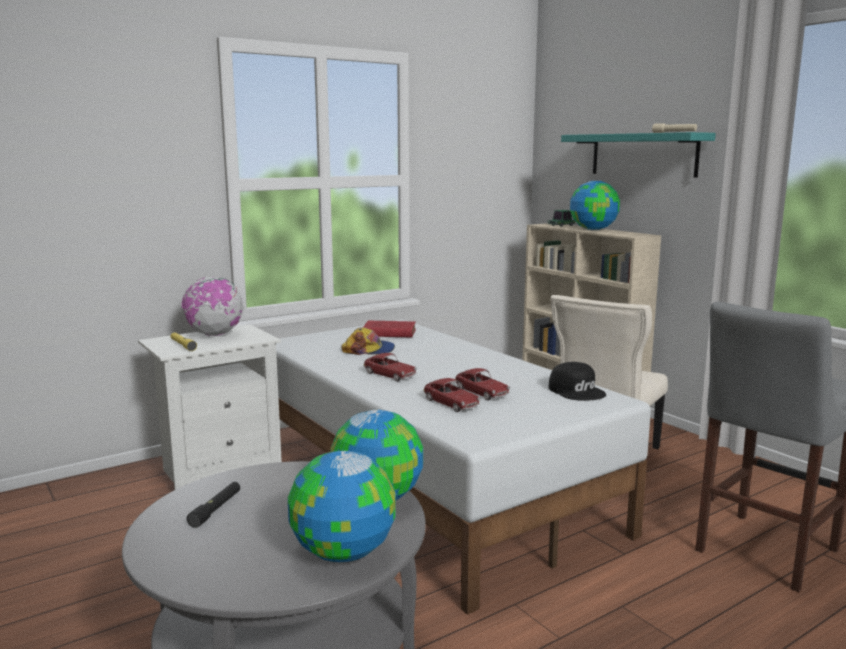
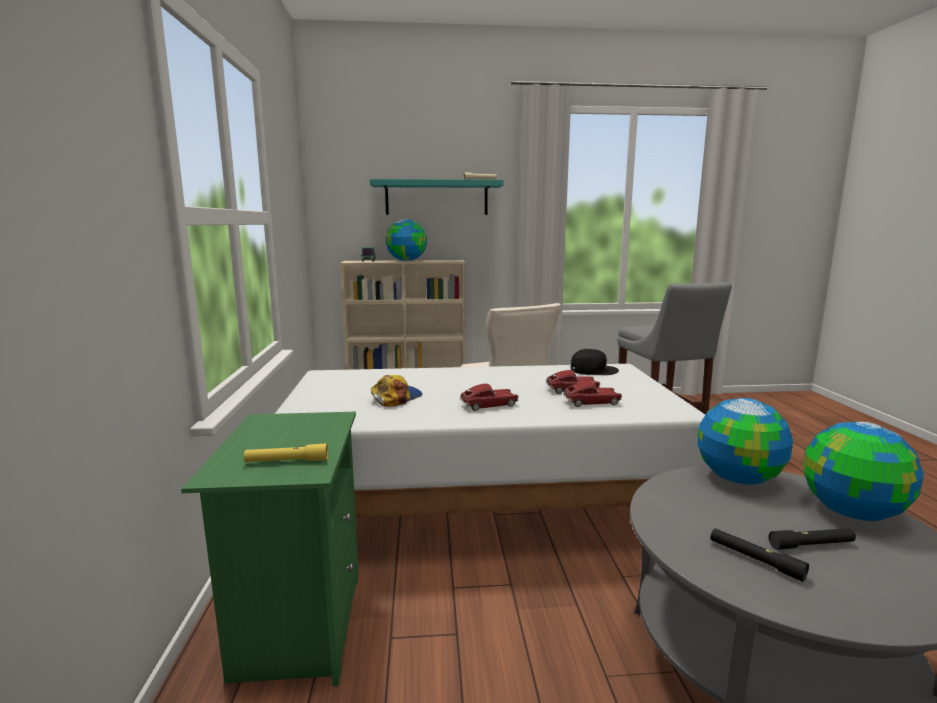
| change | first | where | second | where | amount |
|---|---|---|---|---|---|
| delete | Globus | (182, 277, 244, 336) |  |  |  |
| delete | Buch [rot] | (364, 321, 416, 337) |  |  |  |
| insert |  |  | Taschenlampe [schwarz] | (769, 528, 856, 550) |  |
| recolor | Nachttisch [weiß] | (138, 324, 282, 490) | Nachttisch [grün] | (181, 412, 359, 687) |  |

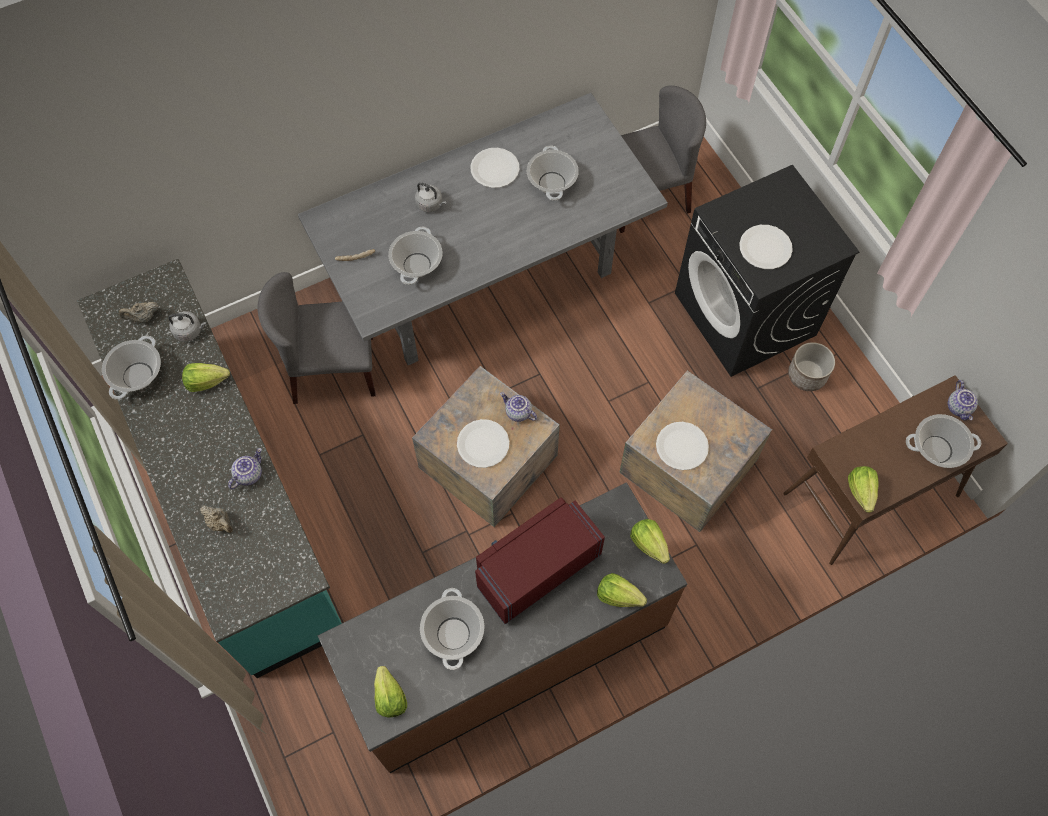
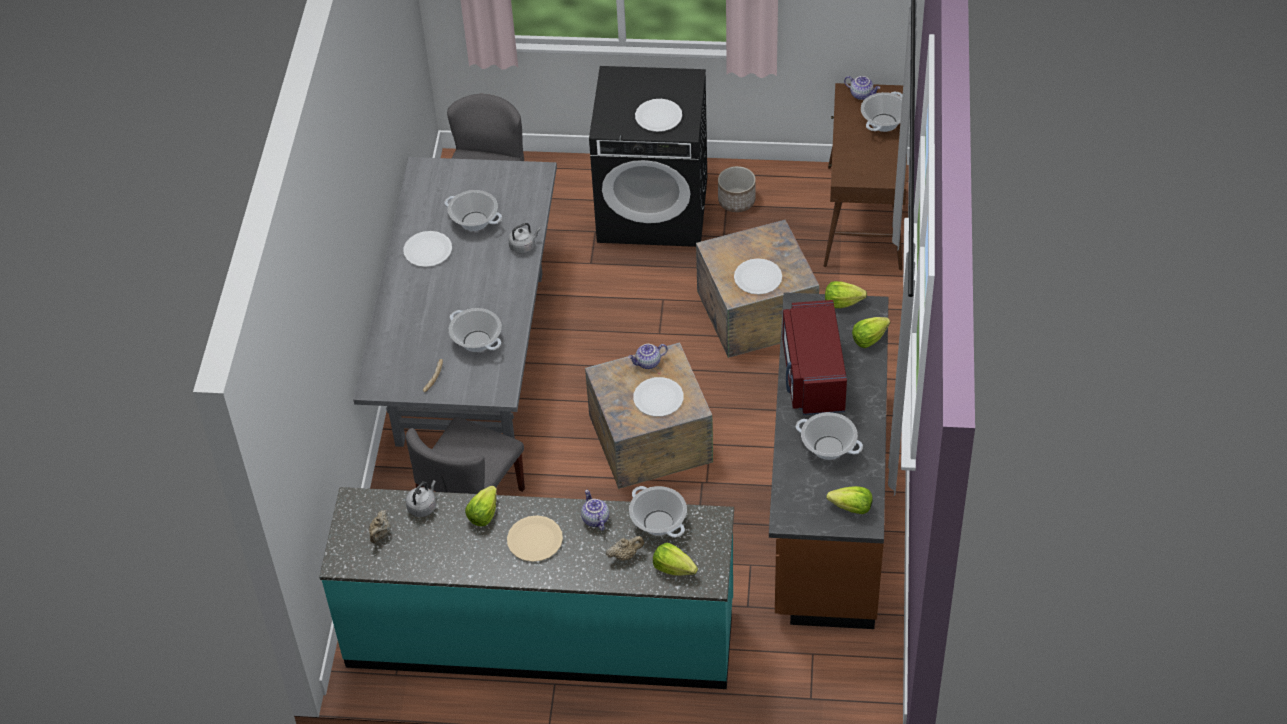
| change | first | where | second | where | amount |
|---|---|---|---|---|---|
| insert |  |  | Teller [beige] | (507, 515, 563, 562) |  |
| move | Kochtopf | (102, 336, 161, 400) |  | (629, 486, 687, 538) |  |
| move | Wasserkessel [grau] | (415, 182, 446, 212) |  | (508, 223, 541, 254) |  |
| move | Salatkopf | (848, 466, 879, 513) |  | (653, 543, 698, 576) |  |

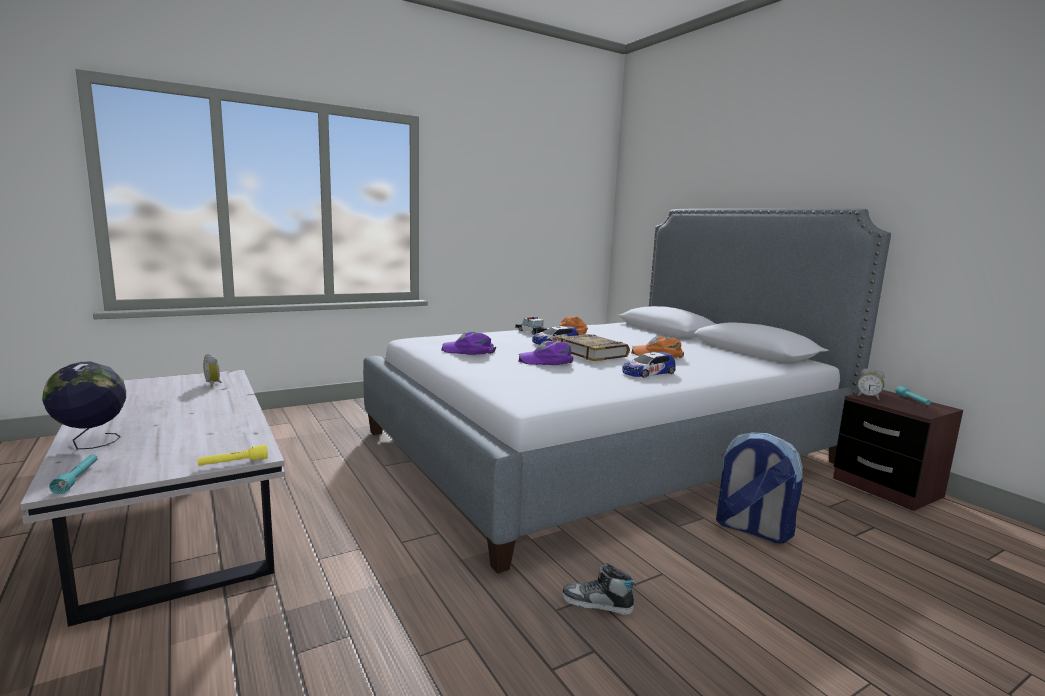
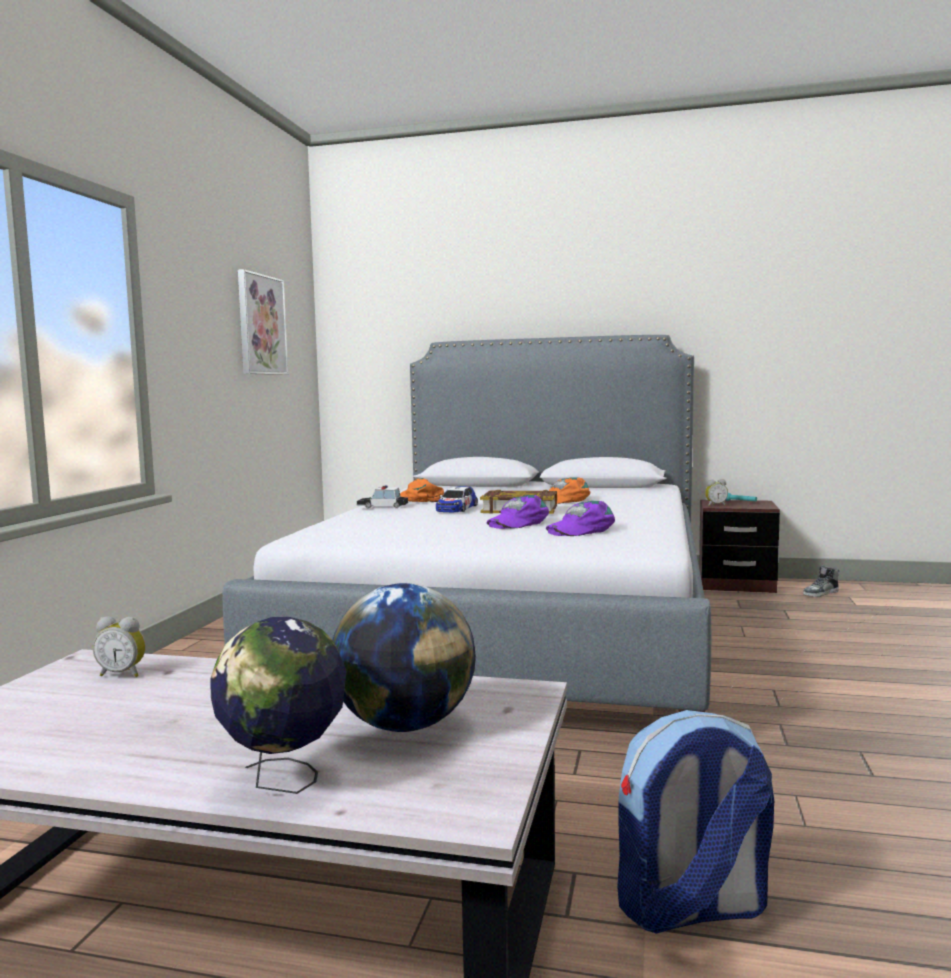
| change | first | where | second | where | amount |
|---|---|---|---|---|---|
| delete | Taschenlampe [türkis] | (49, 454, 98, 494) |  |  |  |
| delete | Taschenlampe [gelb] | (198, 444, 268, 466) |  |  |  |
| delete | Spielzeugauto | (622, 352, 676, 378) |  |  |  |
| insert |  |  | Bild | (238, 269, 288, 375) |  |
| insert |  |  | Globus | (332, 583, 476, 732) |  |
| move | Kappe [lila] | (441, 332, 496, 355) |  | (546, 501, 615, 536) |  |
| move | Schuh | (562, 563, 637, 615) |  | (803, 566, 840, 597) |  |
| move | Rucksack | (716, 432, 803, 544) |  | (617, 710, 774, 933) |  |

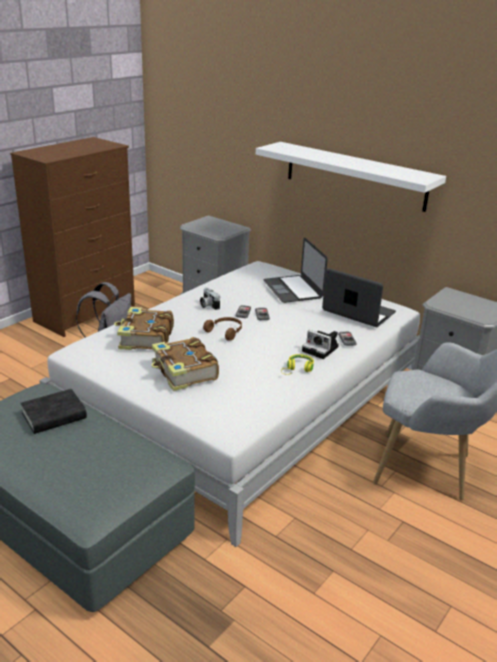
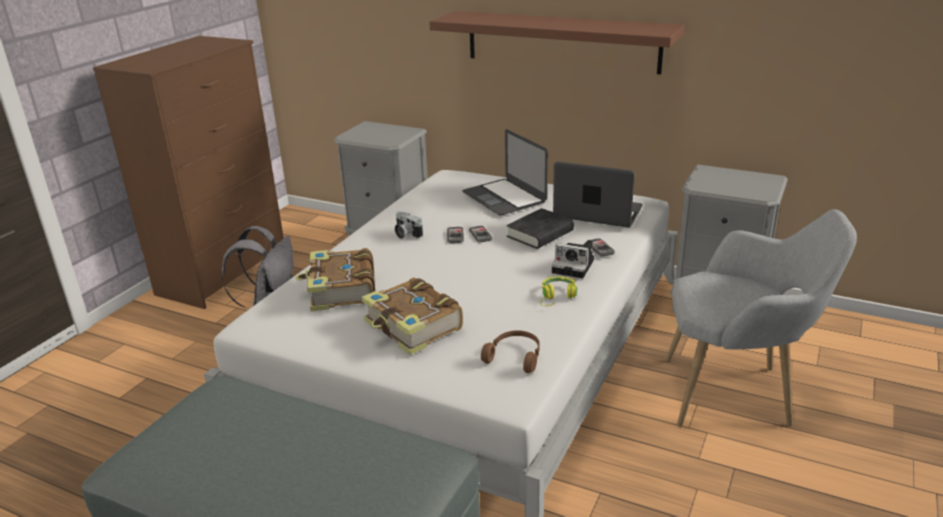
| change | first | where | second | where | amount |
|---|---|---|---|---|---|
| move | Buch [schwarz] | (20, 389, 87, 434) |  | (506, 208, 574, 249) |  |
| move | Kopfhörer [braun] | (203, 317, 242, 341) |  | (481, 330, 540, 373) |  |
| recolor | Wandregal [weiß] | (256, 142, 446, 212) | Wandregal [braun] | (429, 11, 685, 75) |  |

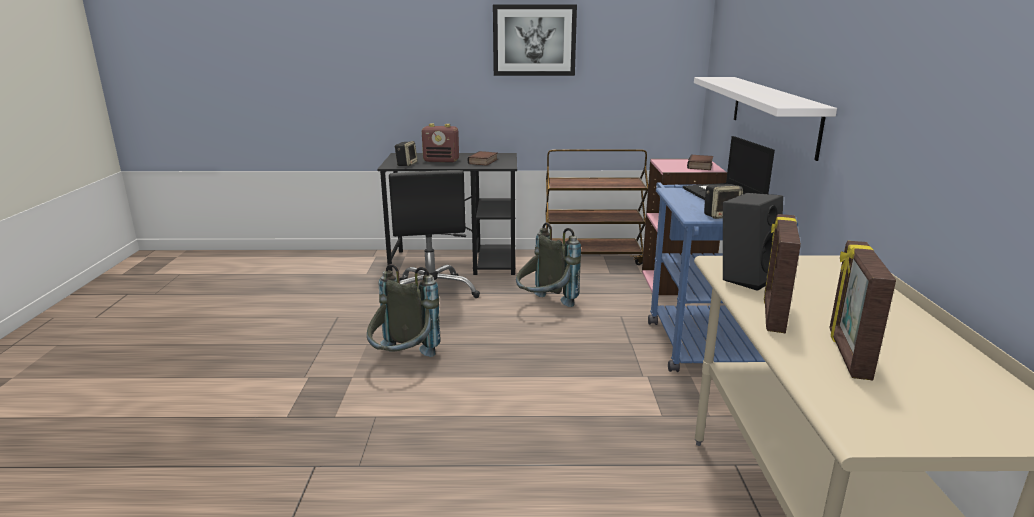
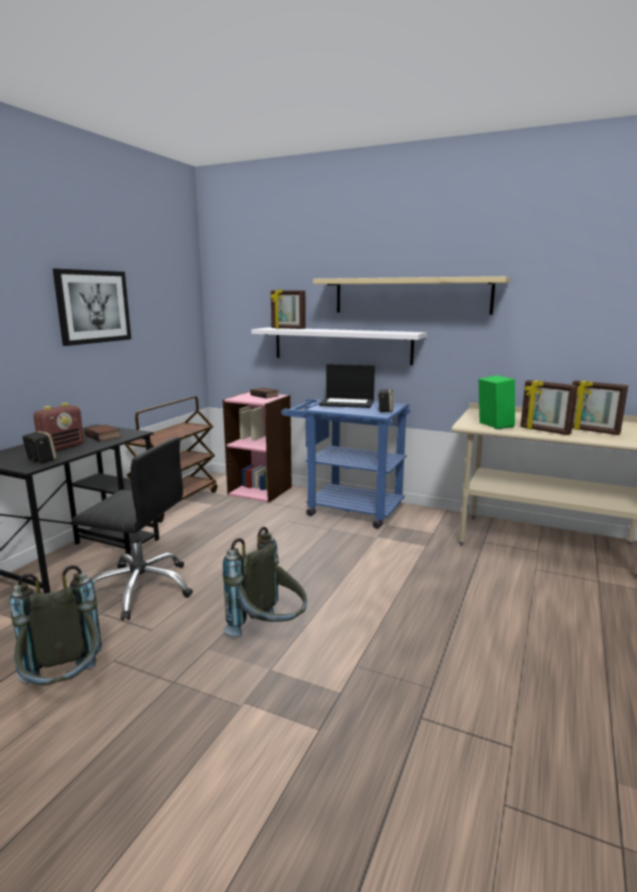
| change | first | where | second | where | amount |
|---|---|---|---|---|---|
| insert |  |  | Bilderrahmen | (270, 289, 306, 329) |  |
| insert |  |  | Wandregal [beige] | (313, 276, 510, 315) |  |
| move | Rucksack [grau] | (516, 222, 581, 307) |  | (9, 565, 102, 685) |  |
| recolor | Lautsprecher [schwarz] | (723, 193, 783, 291) | Lautsprecher [grün] | (479, 375, 515, 429) |  |

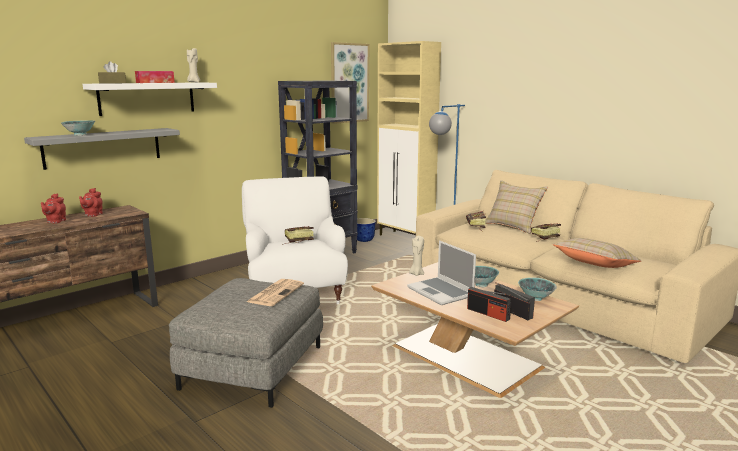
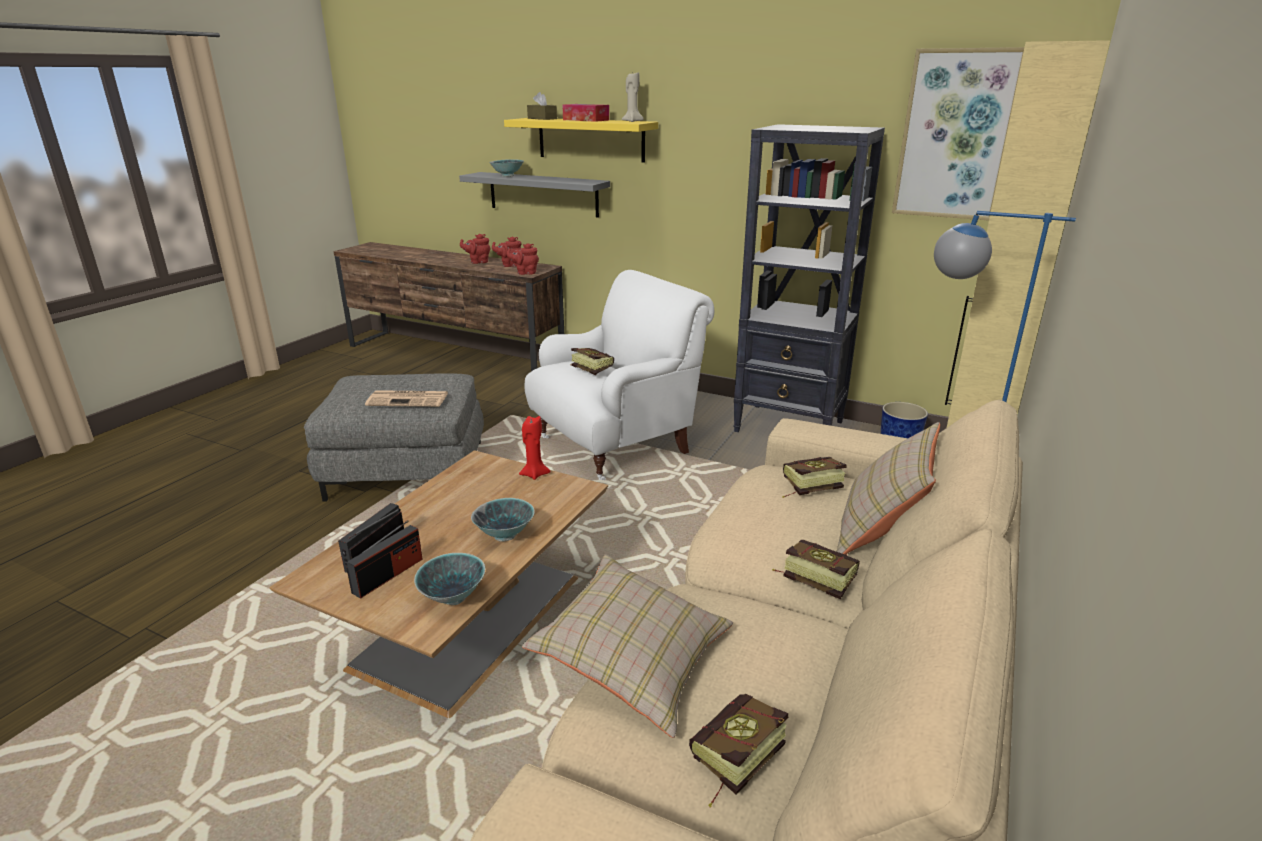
| change | first | where | second | where | amount |
|---|---|---|---|---|---|
| delete | Laptop | (407, 240, 476, 305) |  |  |  |
| insert |  |  | Teekanne [rot] | (506, 243, 539, 275) |  |
| insert |  |  | Buch | (689, 694, 788, 808) |  |
| recolor | Wandregal [weiß] | (82, 82, 217, 116) | Wandregal [gelb] | (504, 118, 658, 163) |  |
| recolor | Kerze [beige] | (409, 236, 424, 276) | Kerze [rot] | (519, 416, 550, 480) |  |

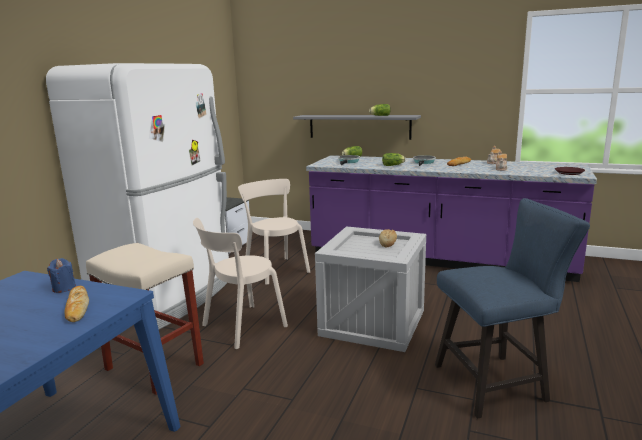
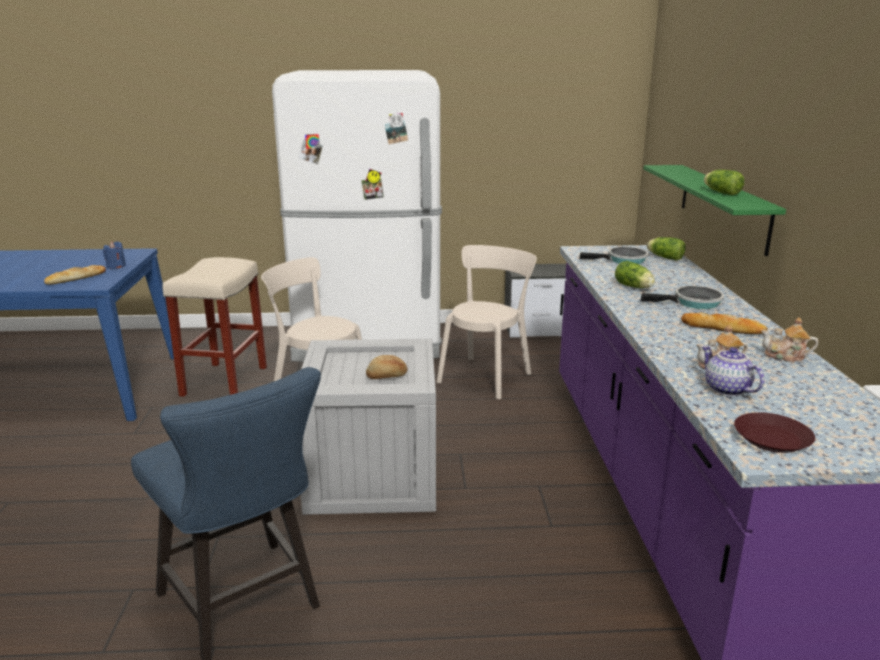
| change | first | where | second | where | amount |
|---|---|---|---|---|---|
| insert |  |  | Teekanne | (701, 346, 764, 396) |  |
| recolor | Wandregal [grau] | (293, 115, 421, 140) | Wandregal [grün] | (643, 165, 786, 256) |  |

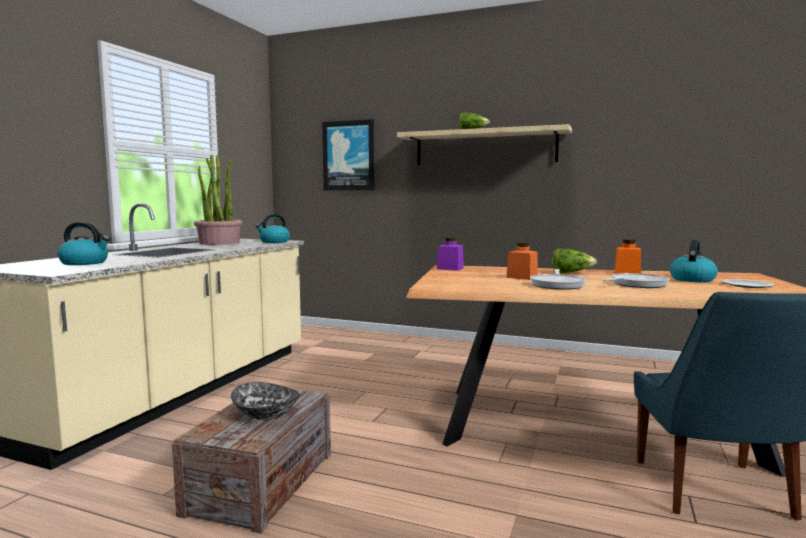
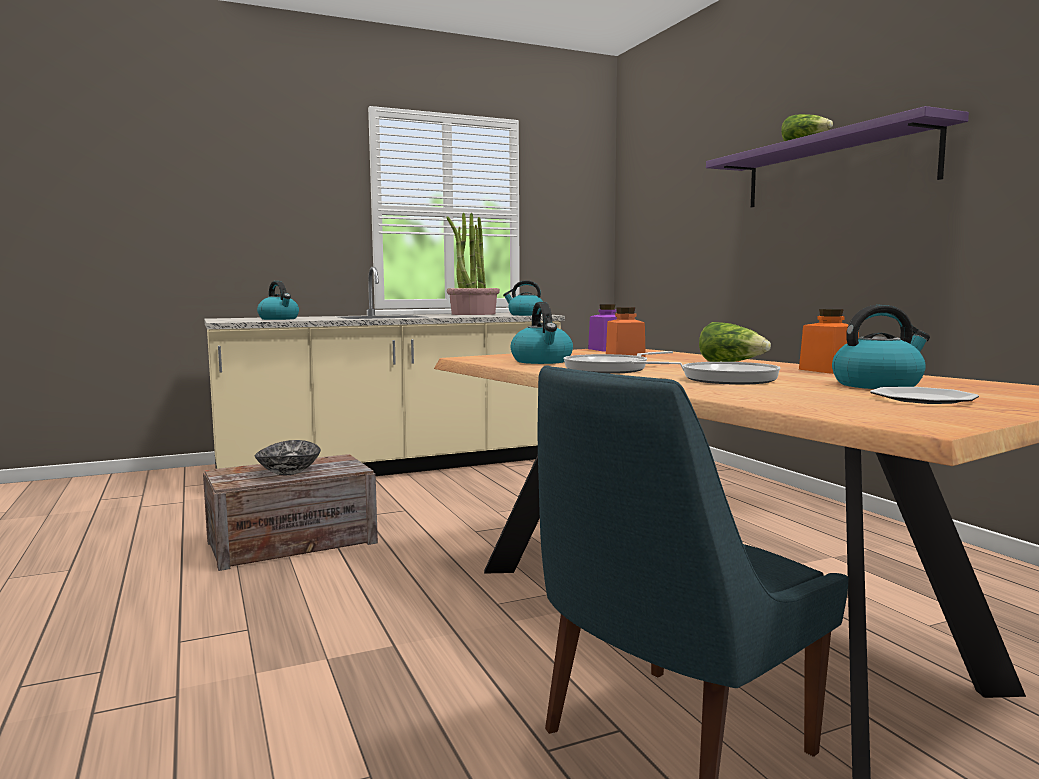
| change | first | where | second | where | amount |
|---|---|---|---|---|---|
| delete | Bild | (322, 119, 374, 190) |  |  |  |
| insert |  |  | Wasserkessel | (510, 302, 573, 364) |  |
| recolor | Wandregal [beige] | (397, 124, 572, 165) | Wandregal [lila] | (706, 106, 969, 208) |  |

